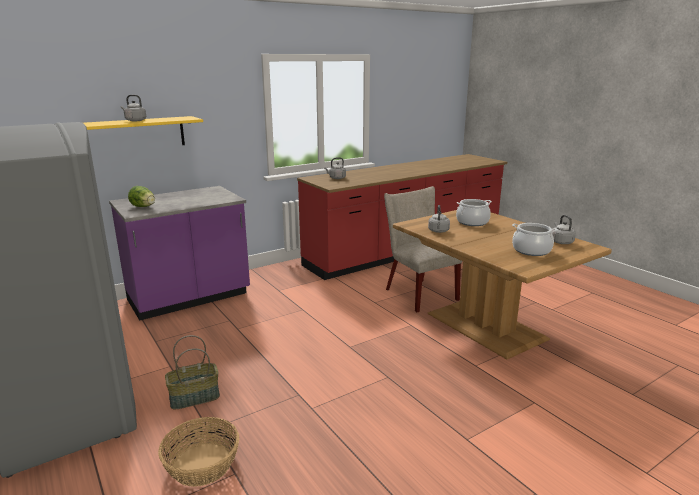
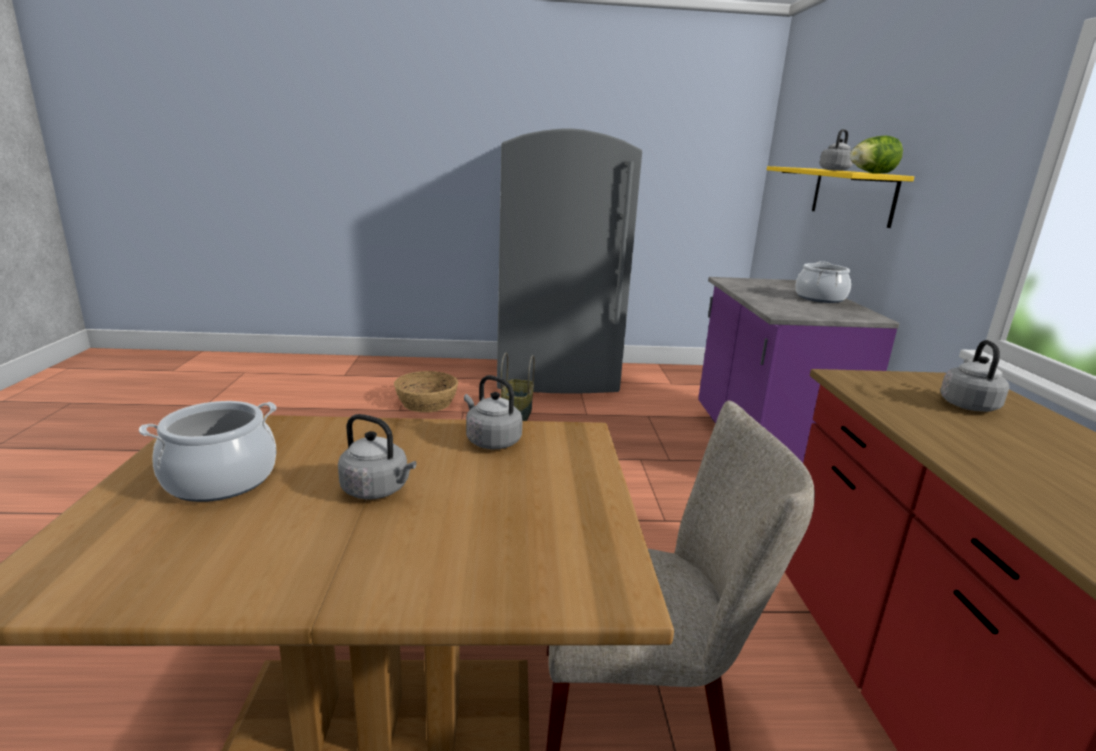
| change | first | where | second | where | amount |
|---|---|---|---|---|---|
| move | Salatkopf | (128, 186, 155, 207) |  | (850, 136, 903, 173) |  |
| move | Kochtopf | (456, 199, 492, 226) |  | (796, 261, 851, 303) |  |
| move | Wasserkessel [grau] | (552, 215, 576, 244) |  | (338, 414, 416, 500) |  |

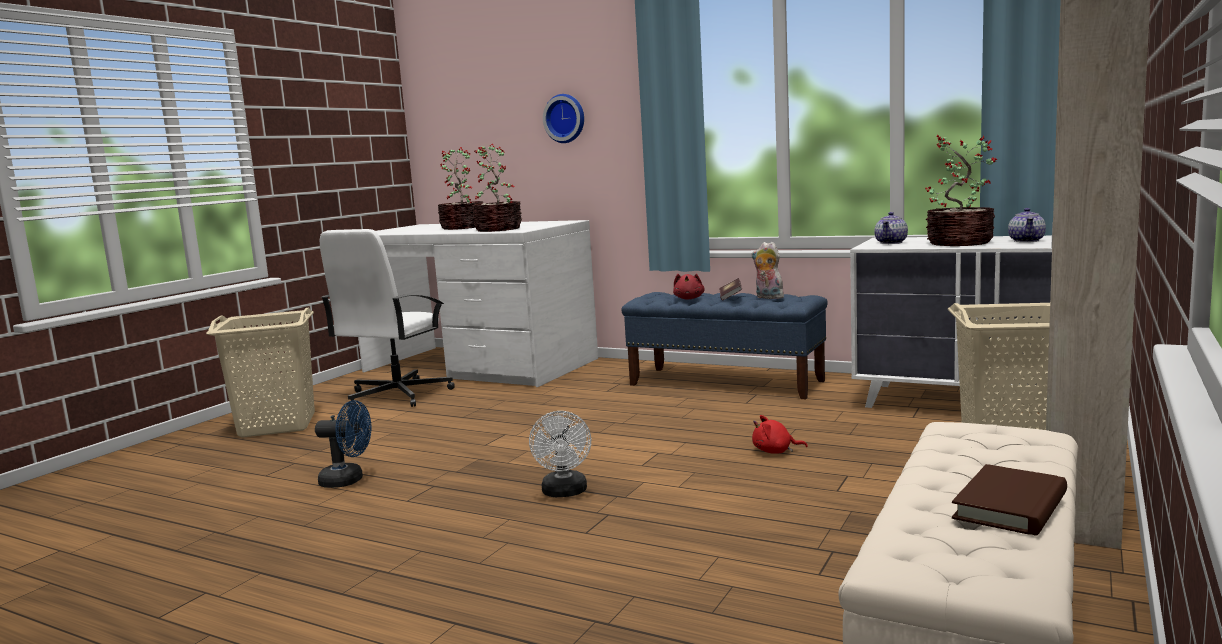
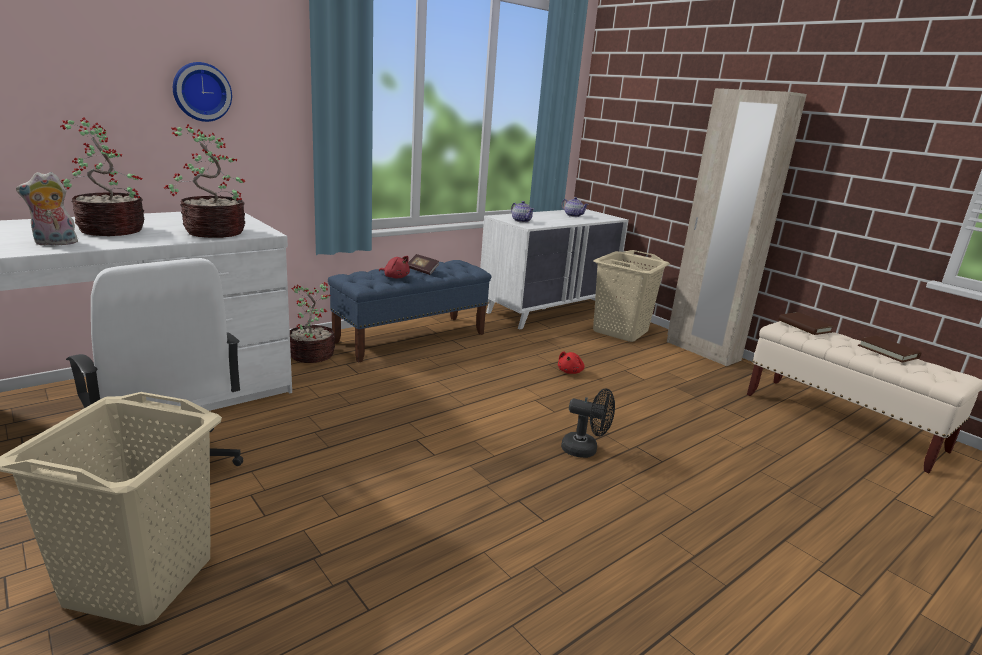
| change | first | where | second | where | amount |
|---|---|---|---|---|---|
| delete | Ventilator [blau] | (315, 400, 372, 488) |  |  |  |
| insert |  |  | Buch [braun] | (779, 312, 834, 335) |  |
| move | Plüschtier | (752, 242, 784, 299) |  | (16, 172, 78, 245) |  |
| move | Topfpflanze | (925, 135, 997, 246) |  | (290, 282, 335, 363) |  |
| recolor | Ventilator [weiß] | (529, 411, 591, 497) | Ventilator [schwarz] | (561, 389, 615, 458) |  |

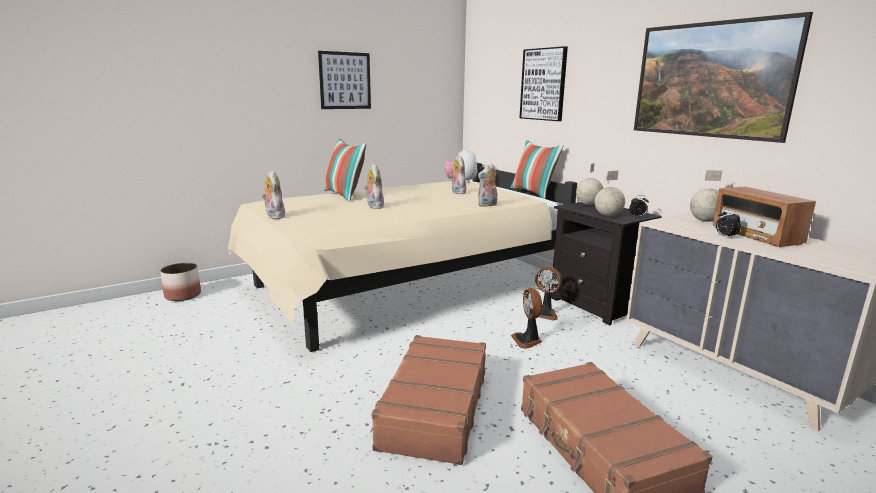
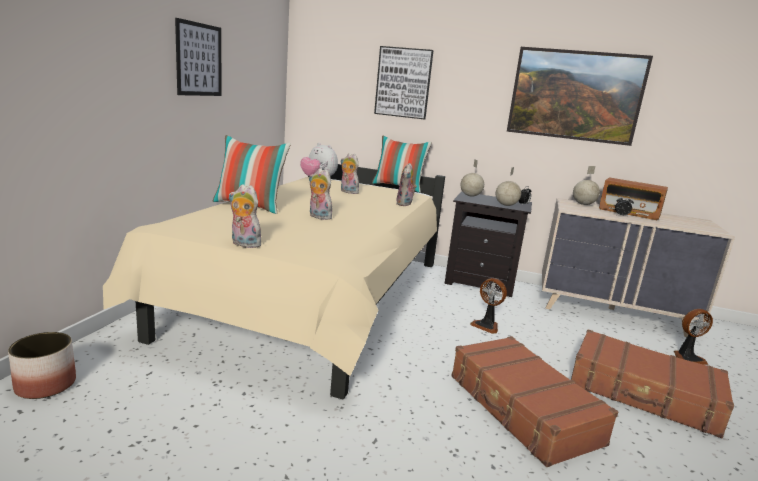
| change | first | where | second | where | amount |
|---|---|---|---|---|---|
| move | Ventilator | (535, 267, 562, 321) |  | (674, 309, 713, 365) |  |

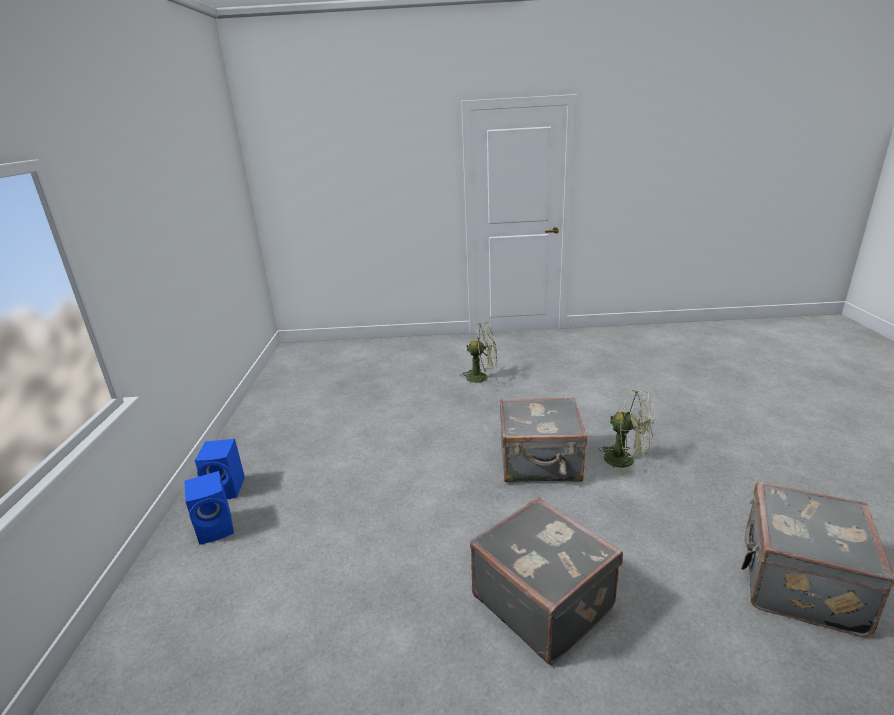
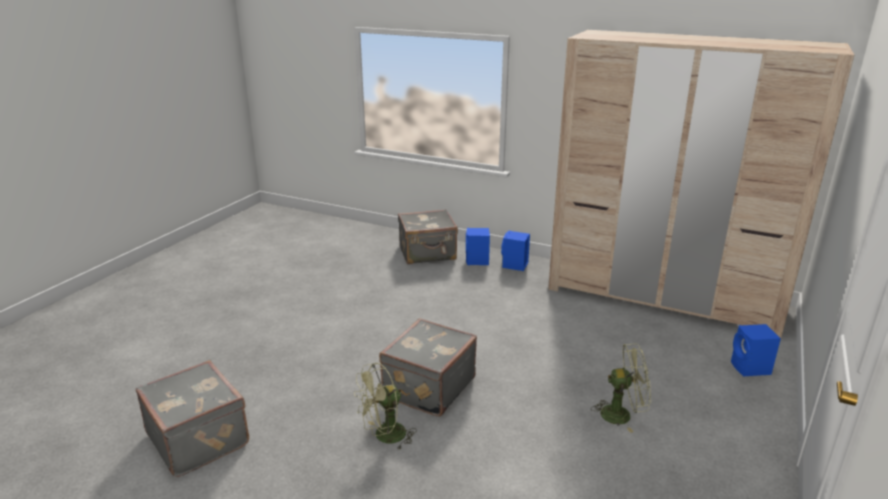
| change | first | where | second | where | amount |
|---|---|---|---|---|---|
| insert |  |  | Kleiderschrank [beige] | (548, 30, 854, 338) |  |
| insert |  |  | Lautsprecher [blau] | (731, 324, 781, 376) |  |
| move | Koffer [grau] | (470, 497, 623, 665) |  | (398, 209, 458, 264) |  |
| rotate | Ventilator [grün] | (460, 322, 497, 387) |  | (591, 343, 651, 433) | 120 degrees counterclockwise |

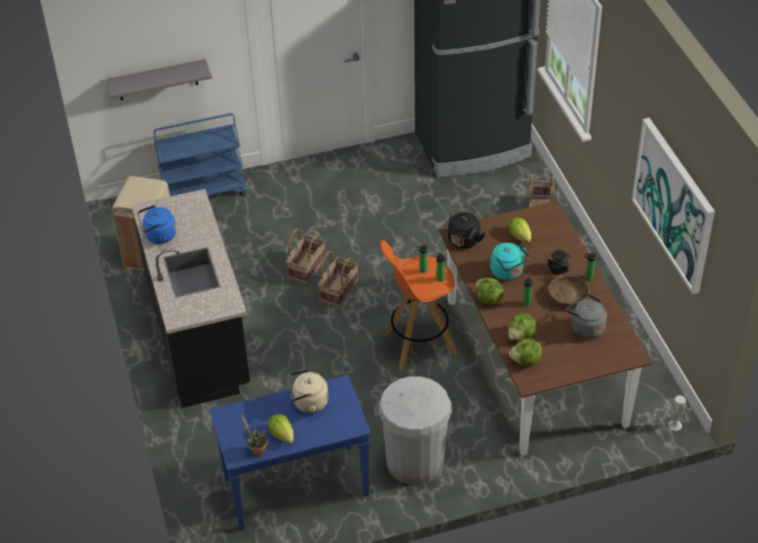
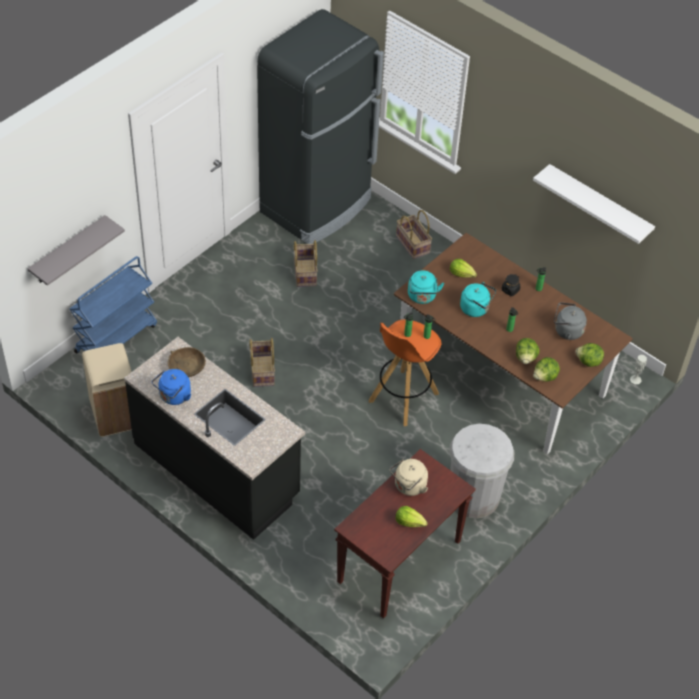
| change | first | where | second | where | amount |
|---|---|---|---|---|---|
| delete | Topfpflanze | (242, 415, 268, 456) |  |  |  |
| move | Korb | (318, 251, 358, 308) |  | (294, 240, 318, 287) |  |
| move | Salatkopf | (476, 278, 504, 305) |  | (575, 343, 604, 367) |  |
| move | Schüssel [braun] | (549, 275, 590, 306) |  | (168, 347, 206, 377) |  |
| replace | Bild | (632, 118, 715, 294) | Wandregal [weiß] | (533, 164, 655, 244) |  |
| recolor | Konsolentisch [blau] | (209, 375, 371, 530) | Konsolentisch [braun] | (334, 449, 476, 619) |  |
| recolor | Wasserkessel [schwarz] | (443, 212, 485, 249) | Wasserkessel [türkis] | (408, 270, 444, 304) |  |

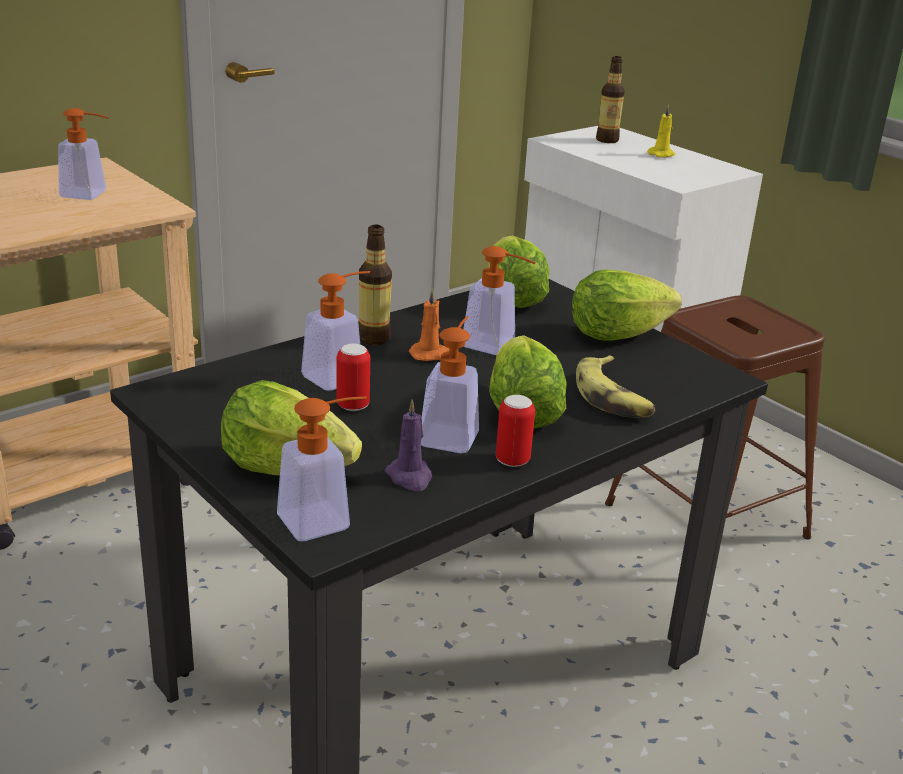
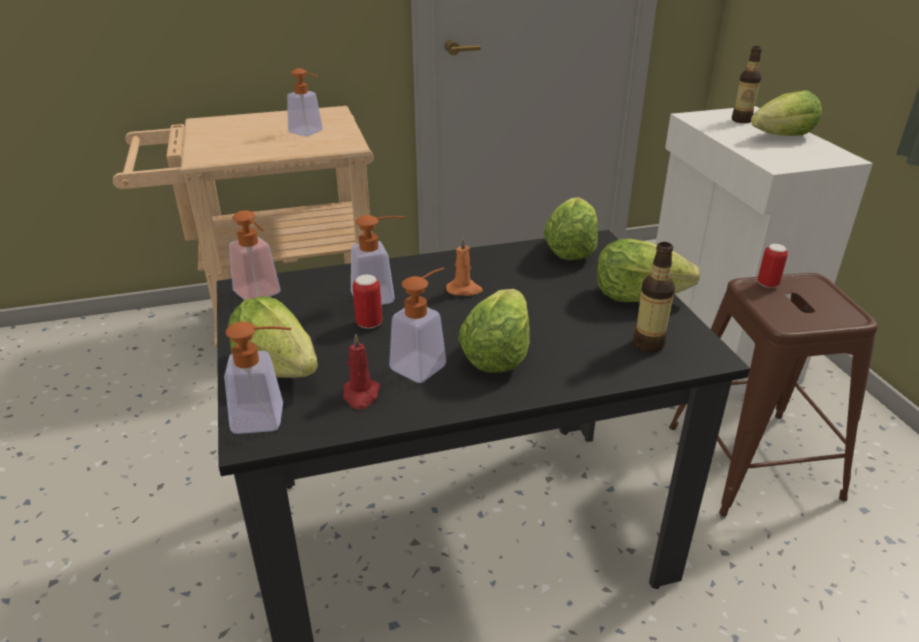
| change | first | where | second | where | amount |
|---|---|---|---|---|---|
| delete | Banane | (576, 355, 655, 418) |  |  |  |
| move | Flasche | (358, 225, 392, 345) |  | (633, 242, 675, 352) |  |
| move | Seifenspender | (464, 246, 536, 355) |  | (229, 210, 281, 300) |  |
| move | Dose | (496, 395, 535, 467) |  | (757, 244, 788, 288) |  |
| replace | Kerze [gelb] | (647, 104, 675, 158) | Salatkopf | (751, 90, 822, 136) |  |
| recolor | Kerze [lila] | (385, 399, 432, 491) | Kerze [rot] | (343, 334, 380, 410) |  |

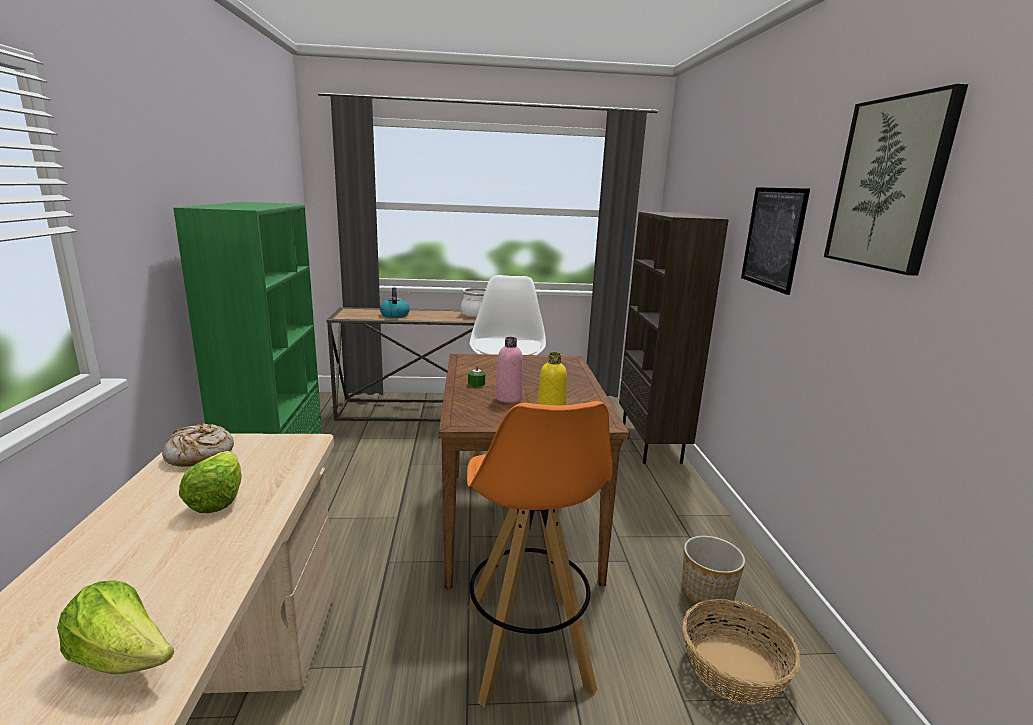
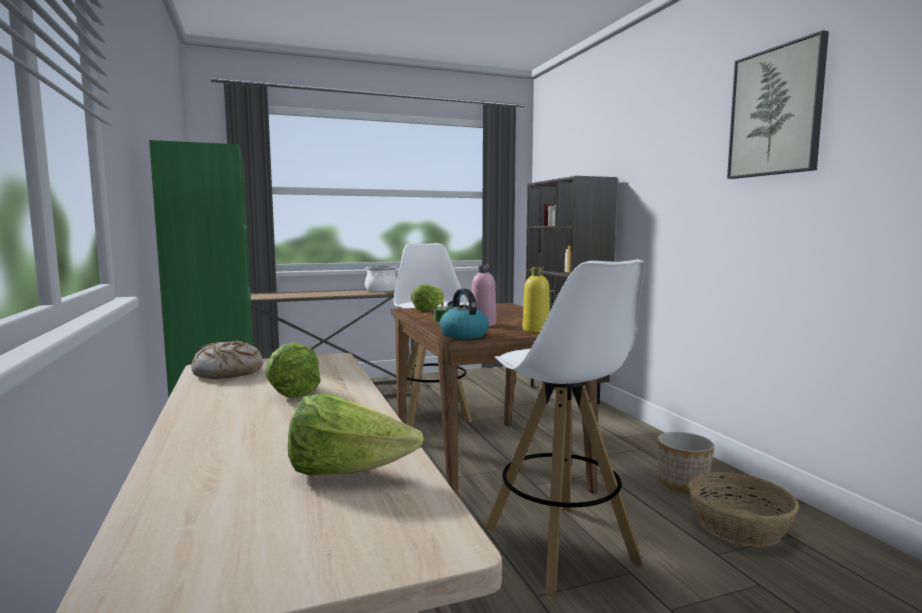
| change | first | where | second | where | amount |
|---|---|---|---|---|---|
| delete | Bild | (741, 187, 810, 295) |  |  |  |
| insert |  |  | Salatkopf | (411, 284, 444, 311) |  |
| move | Wasserkessel | (380, 288, 410, 318) |  | (440, 289, 489, 339) |  |
| recolor | Hocker [orange] | (467, 401, 613, 708) | Hocker [weiß] | (485, 259, 645, 595) |  |

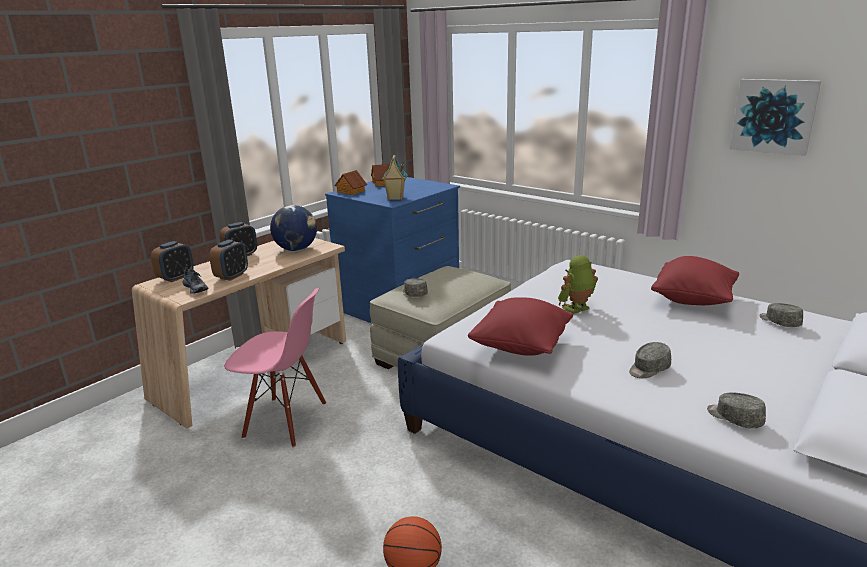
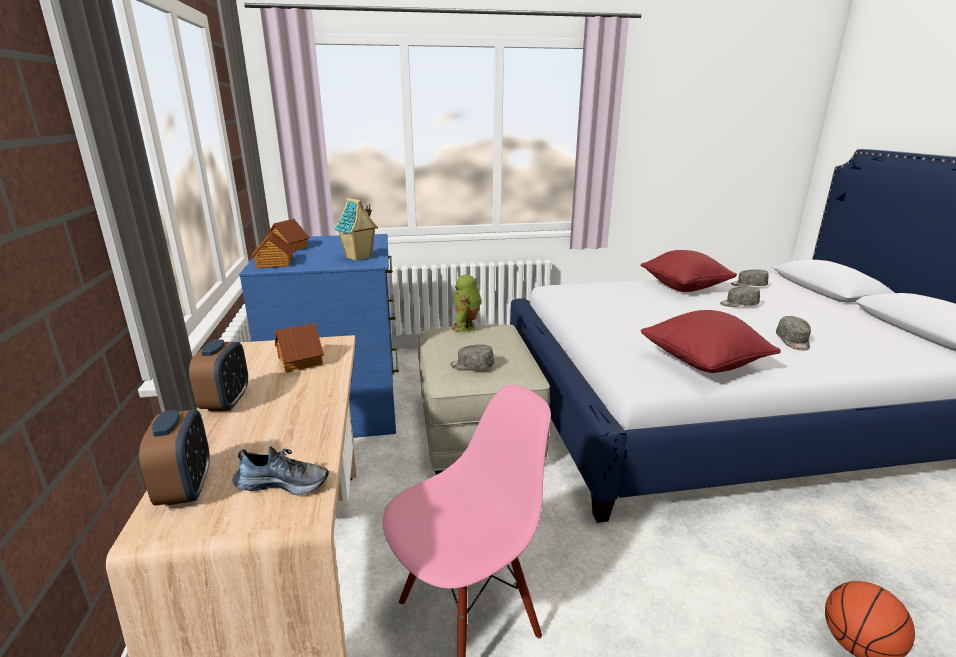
| change | first | where | second | where | amount |
|---|---|---|---|---|---|
| delete | Wecker | (209, 240, 248, 281) |  |  |  |
| delete | Bild | (730, 79, 821, 156) |  |  |  |
| move | Spielzeugroboter | (558, 255, 598, 314) |  | (451, 274, 482, 333) |  |
| move | Kappe [grau] | (707, 392, 766, 428) |  | (720, 286, 760, 307) |  |
| replace | Globus | (270, 205, 317, 251) | Spielzeughaus | (275, 323, 324, 372) |  |

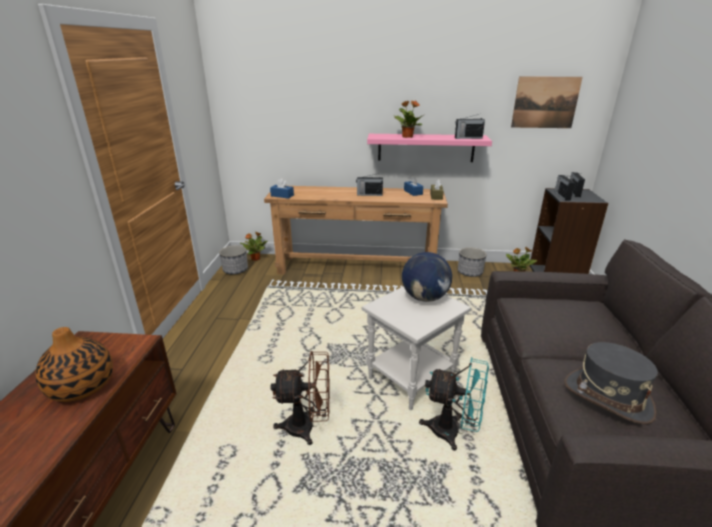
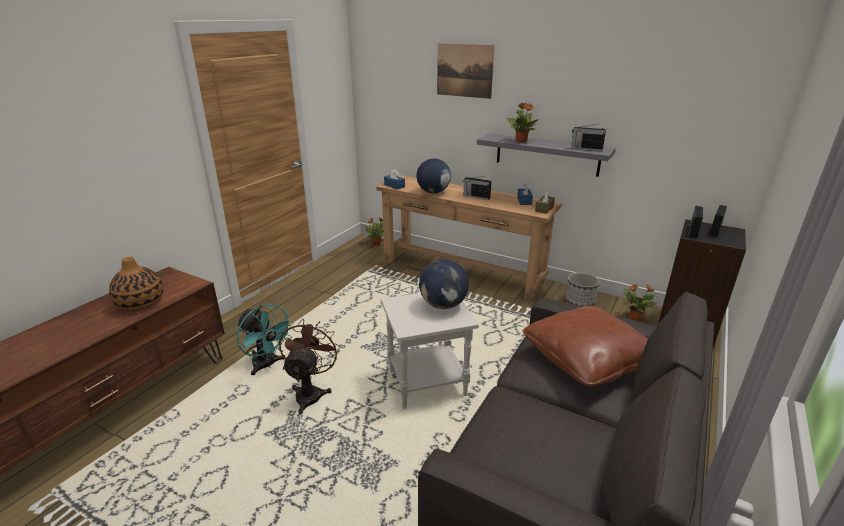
| change | first | where | second | where | amount |
|---|---|---|---|---|---|
| delete | Pflanzkübel | (219, 245, 248, 274) |  |  |  |
| delete | Hut [grau] | (564, 342, 658, 424) |  |  |  |
| insert |  |  | Globus | (416, 158, 451, 193) |  |
| insert |  |  | Kissen [braun] | (523, 306, 648, 387) |  |
| move | Ventilator [türkis] | (419, 357, 489, 451) |  | (237, 304, 294, 375) |  |
| move | Bild | (511, 76, 583, 128) |  | (437, 43, 495, 99) |  |
| recolor | Wandregal [rosa] | (367, 134, 492, 162) | Wandregal [grau] | (477, 133, 616, 177) |  |
| rotate | Ventilator [braun] | (271, 351, 330, 445) |  | (279, 319, 340, 414) | 105 degrees counterclockwise |

